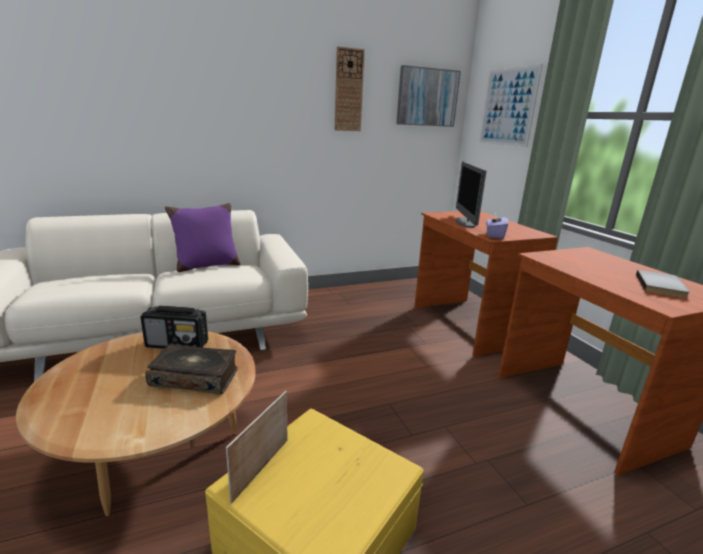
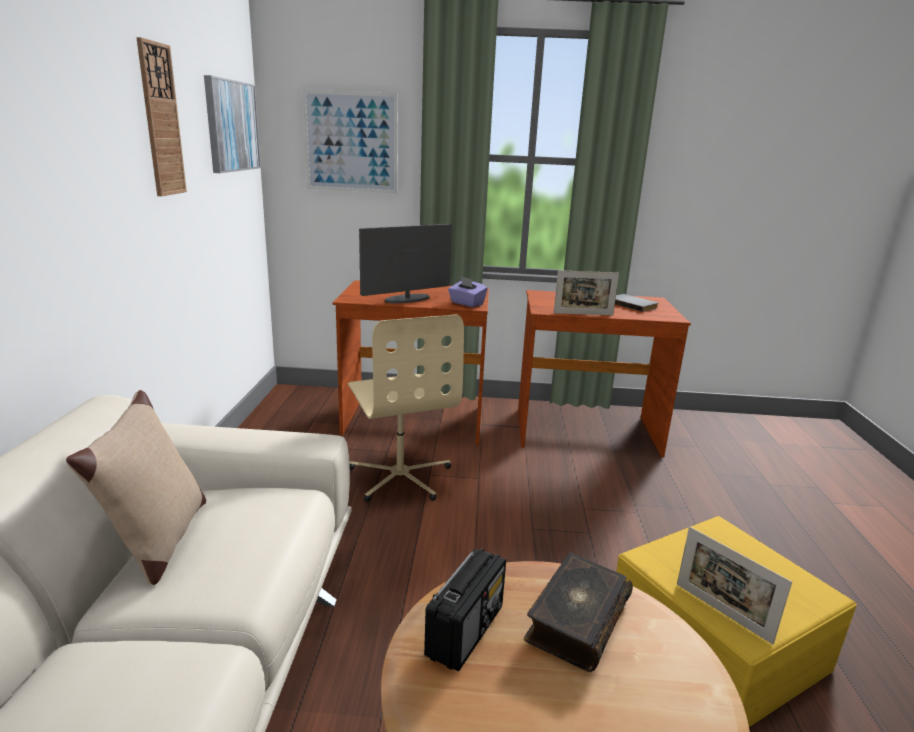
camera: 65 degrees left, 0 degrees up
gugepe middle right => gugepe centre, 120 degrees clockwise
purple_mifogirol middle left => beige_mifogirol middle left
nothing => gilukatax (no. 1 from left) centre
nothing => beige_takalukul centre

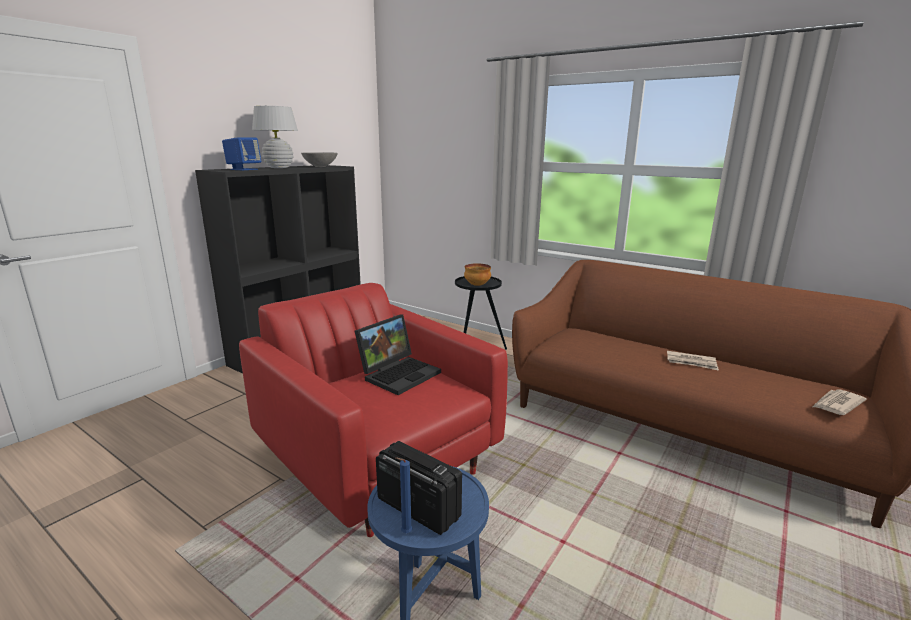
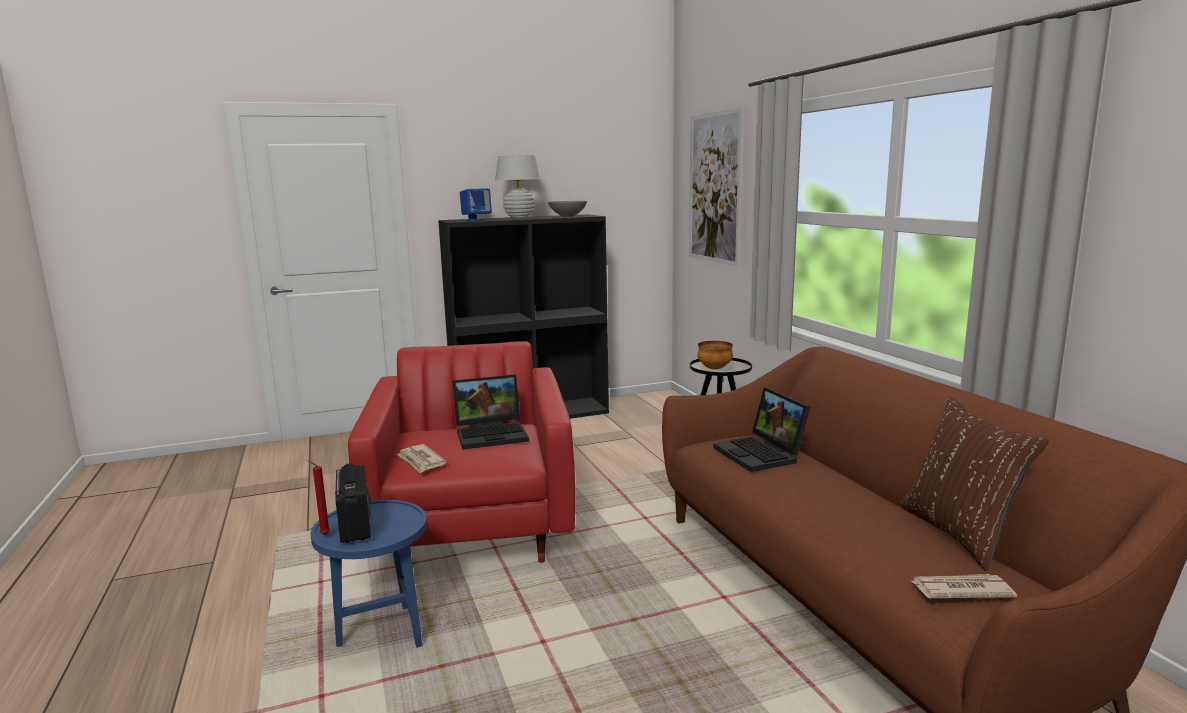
camera: 35 degrees right, 5 degrees down
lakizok (no. 1 from left) middle right => lakizok (no. 1 from left) centre, shifted
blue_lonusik bottom centre => red_lonusik bottom left
nothing => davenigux top centre
nothing => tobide (no. 2 from left) centre
nothing => brown_mifogirol bottom right

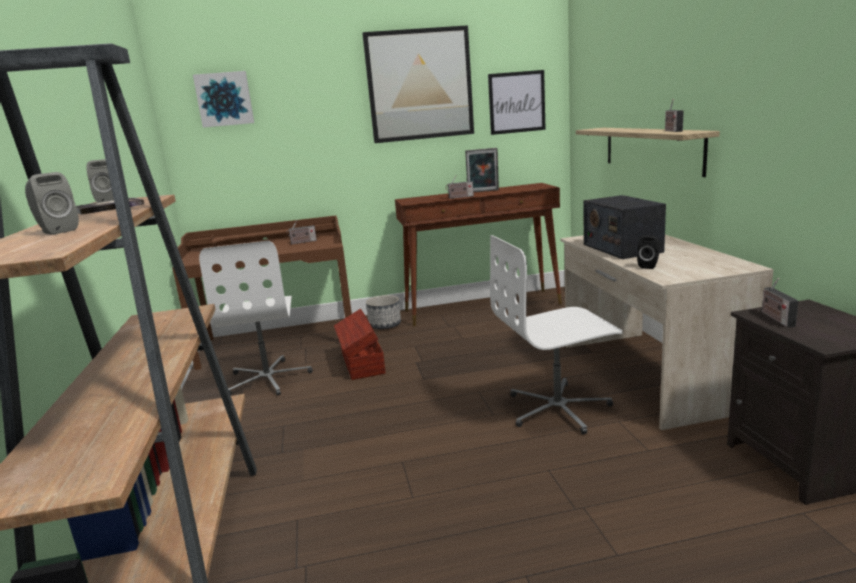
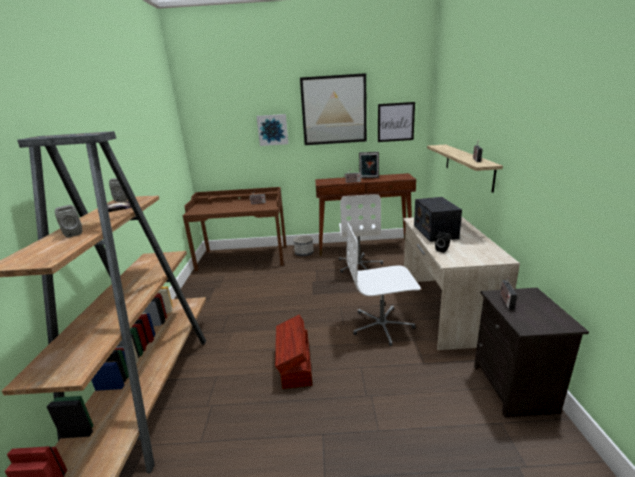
camera: 10 degrees right, 5 degrees up
davenigux (no. 1 from left) top left => davenigux (no. 1 from left) top centre, shifted
white_takalukul (no. 1 from left) middle left => white_takalukul (no. 1 from left) centre, shifted
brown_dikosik centre => brown_dikosik bottom centre, shifted

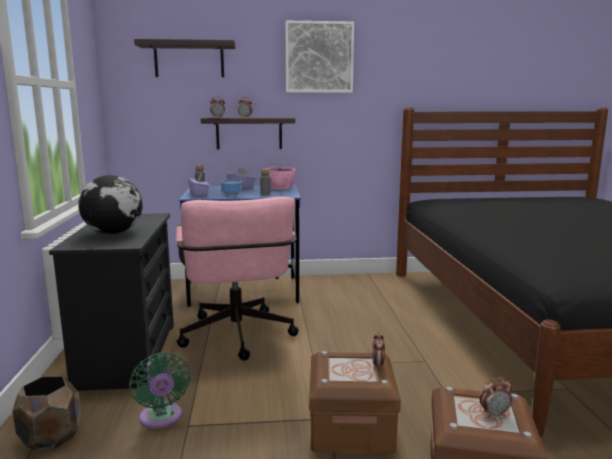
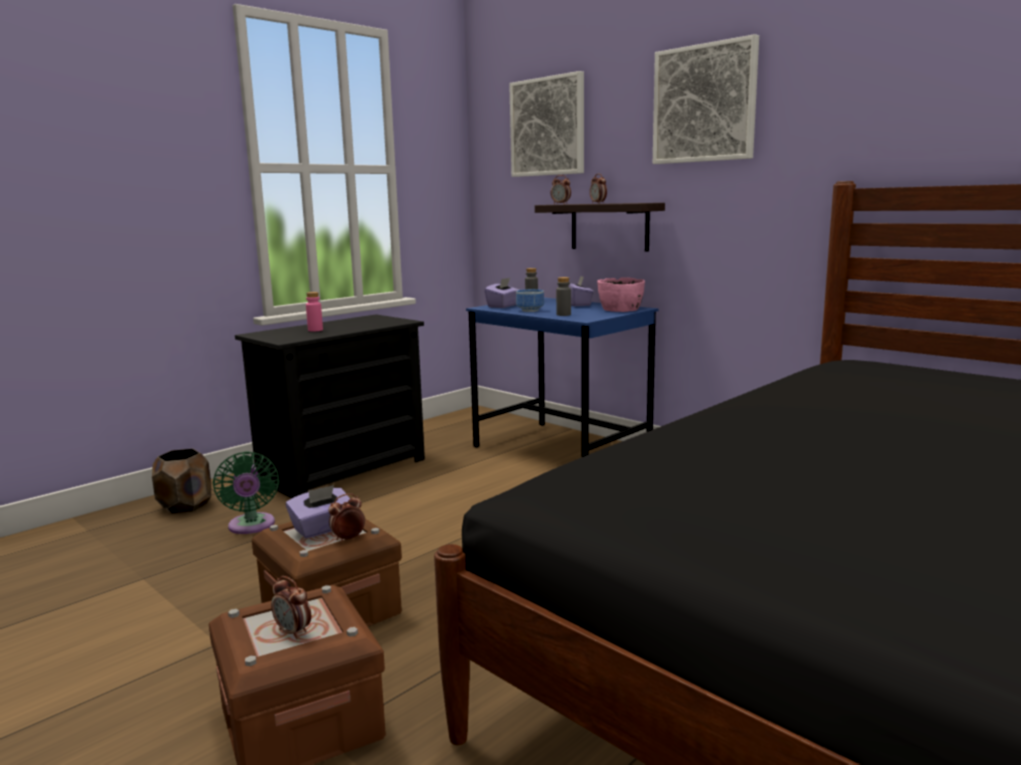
camera: 50 degrees right, 0 degrees up
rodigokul (no. 1 from left) top left => davenigux (no. 1 from left) top centre
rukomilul middle left => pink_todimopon middle left
pink_takalukul centre => nothing
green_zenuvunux bottom left => green_zenuvunux middle left, 45 degrees counterclockwise
nothing => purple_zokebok (no. 1 from left) bottom left

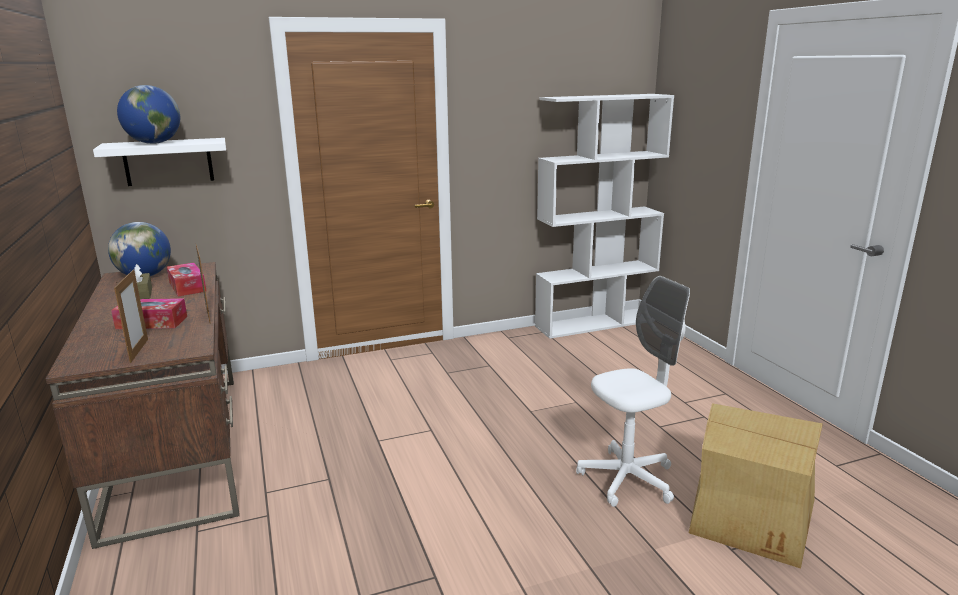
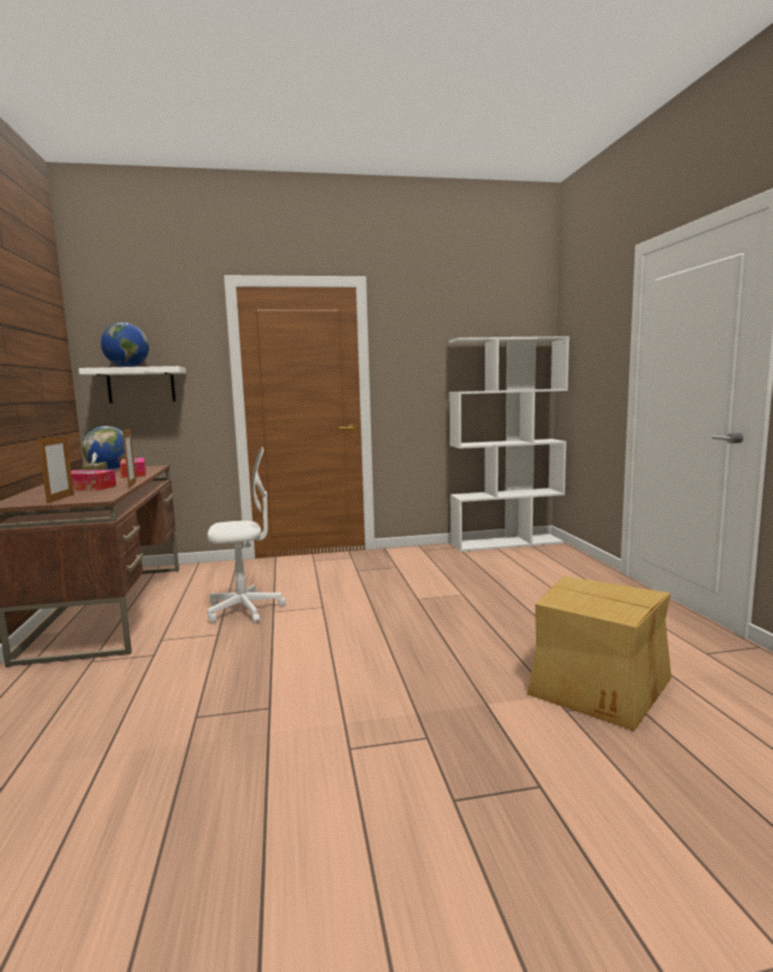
camera: 10 degrees right, 10 degrees down
white_takalukul centre => white_takalukul middle left, shifted

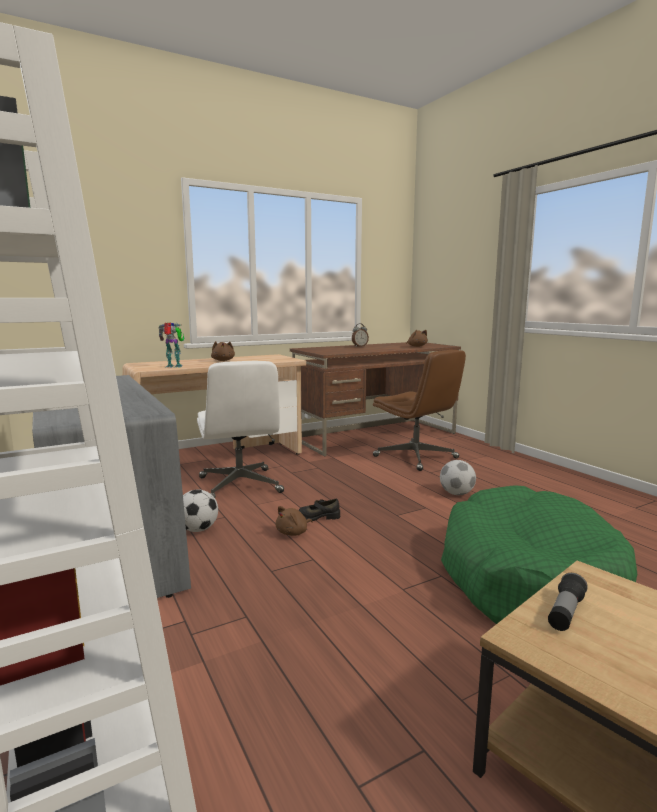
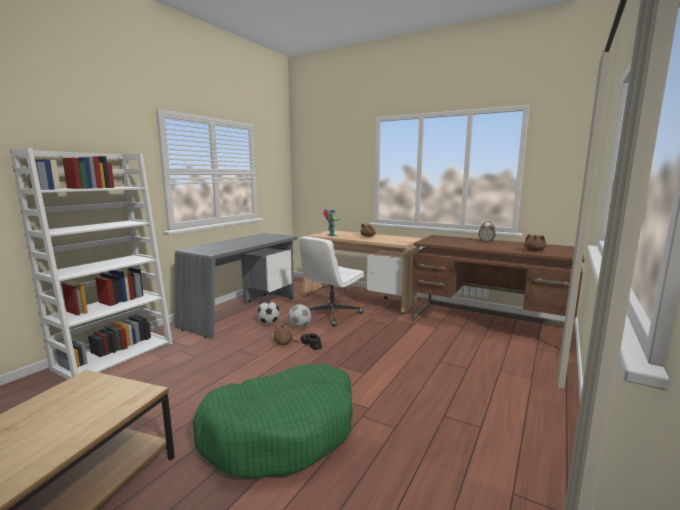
camera: 60 degrees right, 0 degrees up
brown_takalukul centre => nothing
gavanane (no. 2 from left) middle right => gavanane (no. 2 from left) centre, shifted
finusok bottom right => nothing

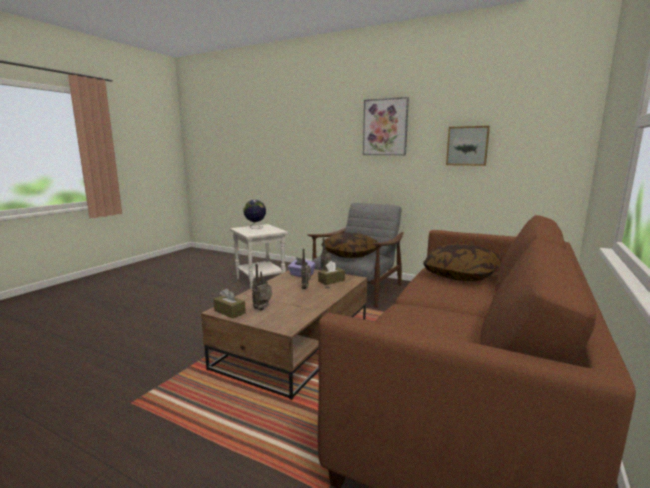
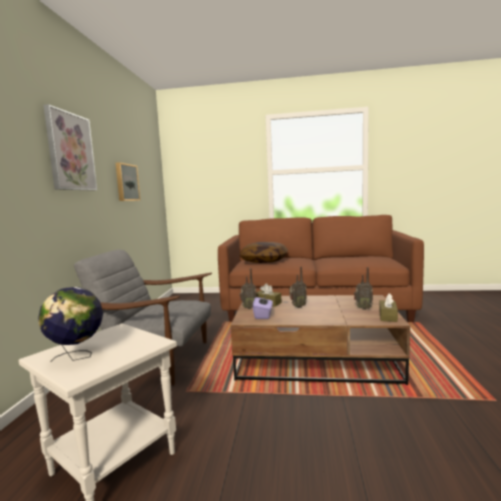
camera: 110 degrees left, 5 degrees down
mifogirol (no. 1 from left) centre => nothing

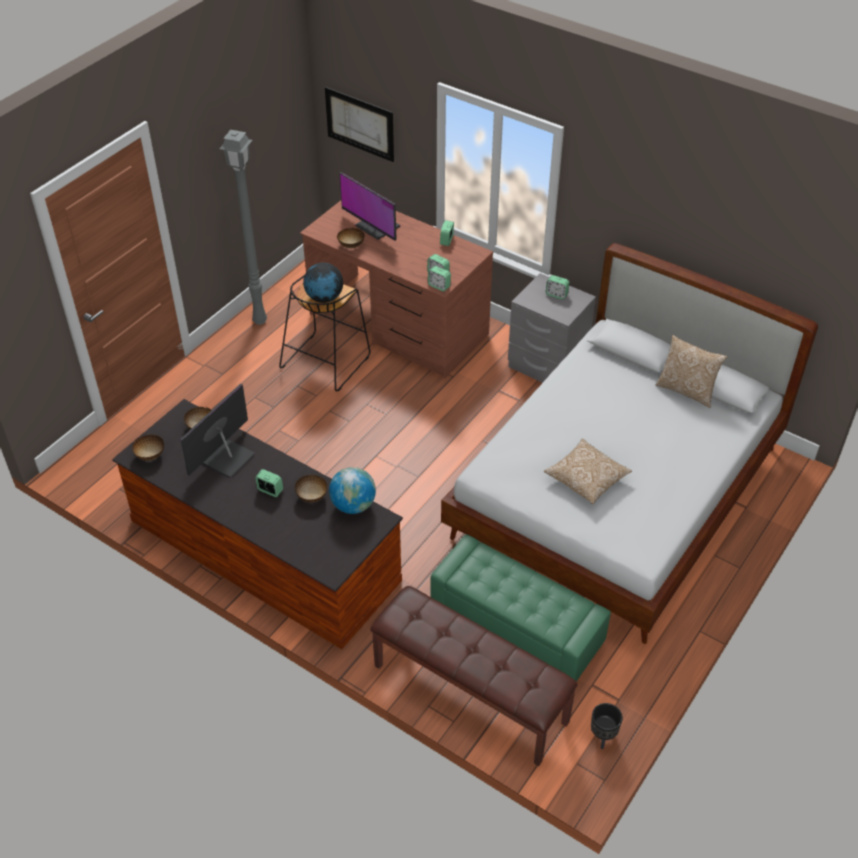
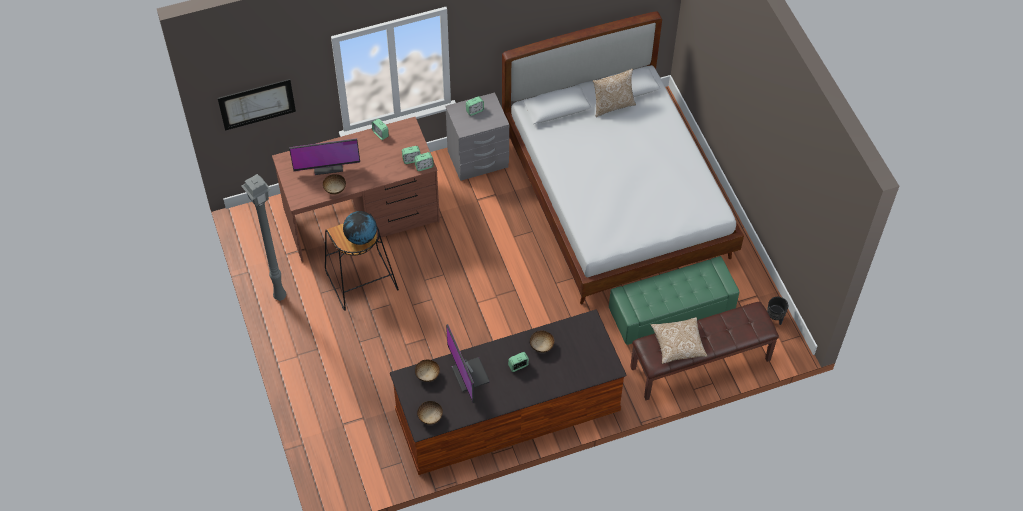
camera: 55 degrees left, 10 degrees up
mifogirol (no. 1 from left in the first image) middle right => mifogirol (no. 2 from left) centre, shifted
rukomilul (no. 2 from left) centre => nothing

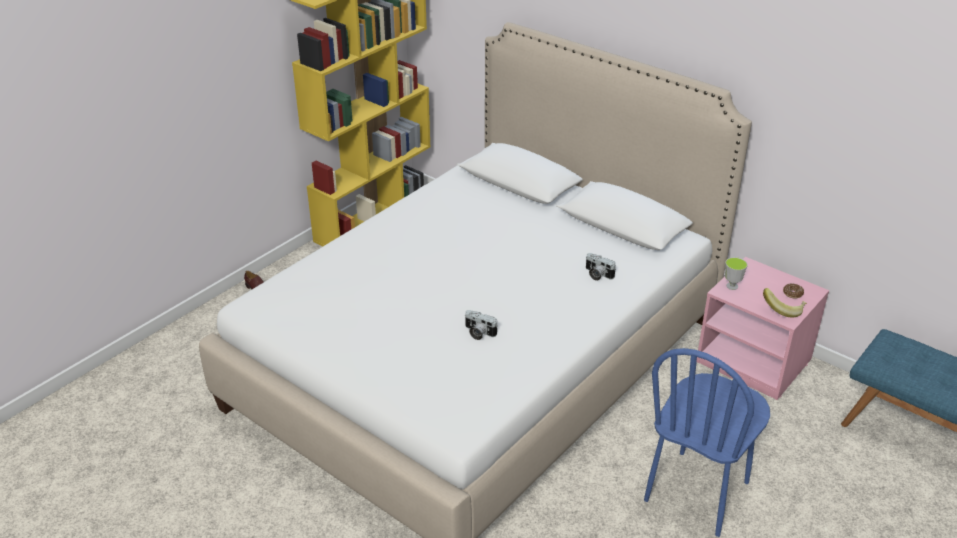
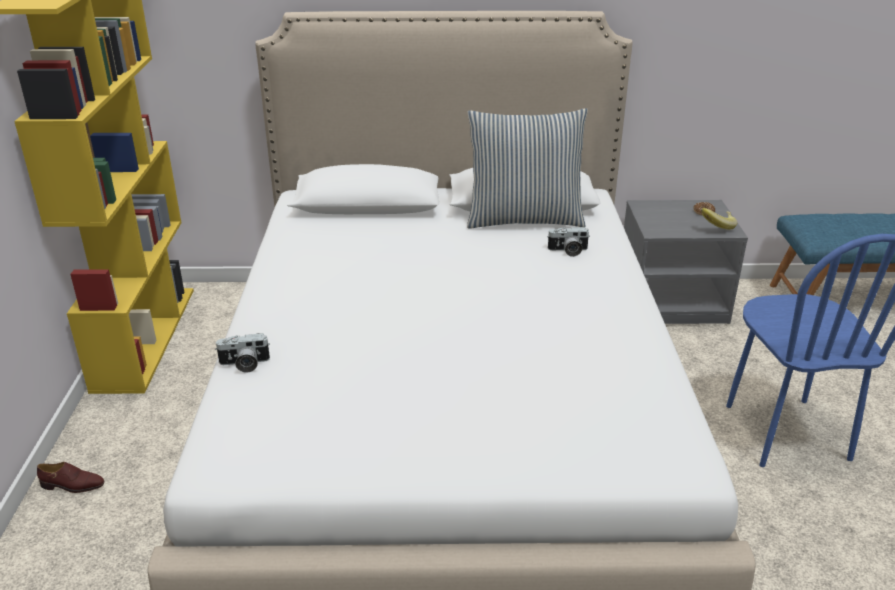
camera: 40 degrees left, 5 degrees down
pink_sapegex middle right => grey_sapegex middle right
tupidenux middle right => nothing
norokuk (no. 1 from left) centre => norokuk (no. 1 from left) middle left, shifted
nothing => mifogirol top centre

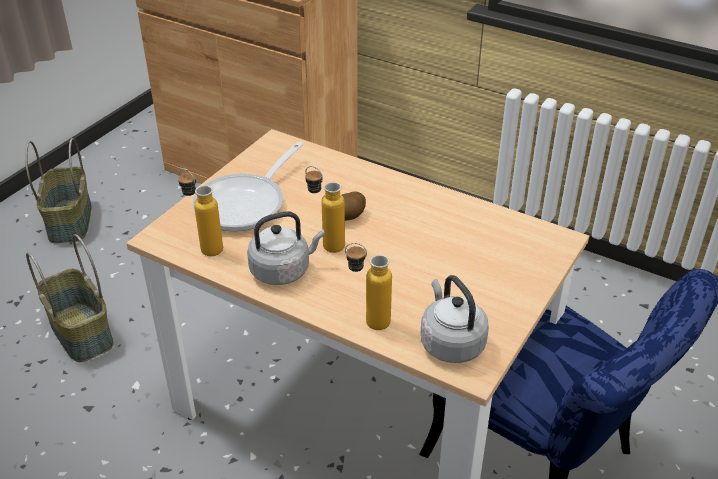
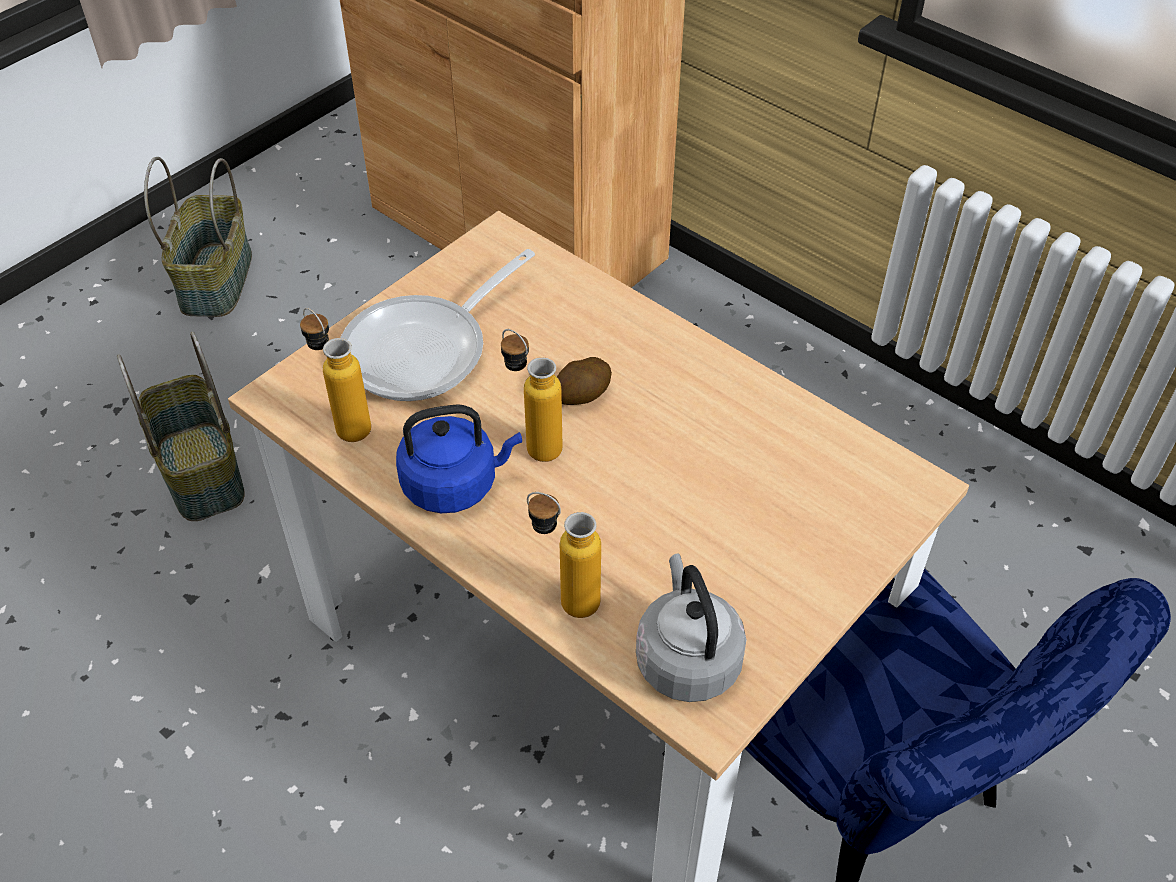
camera: 10 degrees right, 10 degrees up
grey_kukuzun (no. 1 from left) centre => blue_kukuzun centre

